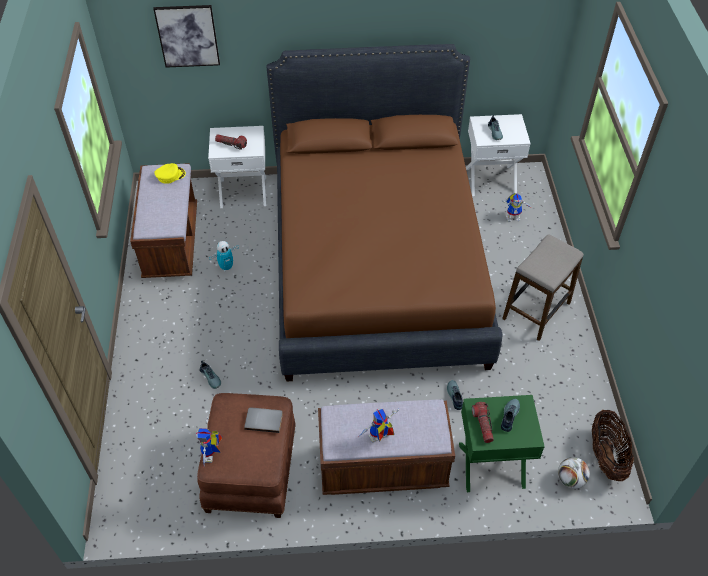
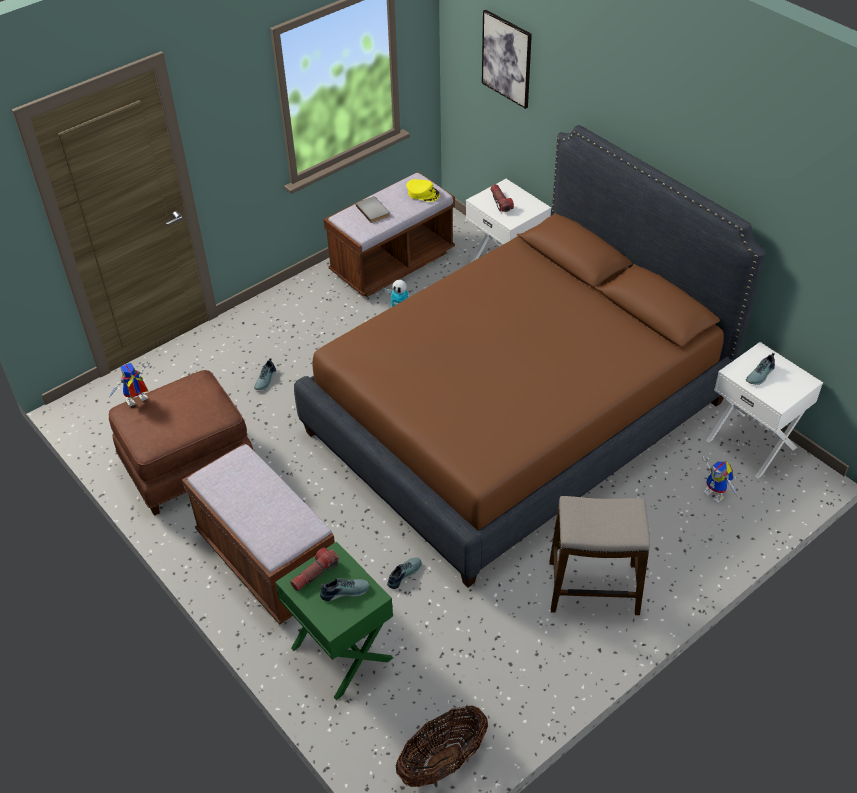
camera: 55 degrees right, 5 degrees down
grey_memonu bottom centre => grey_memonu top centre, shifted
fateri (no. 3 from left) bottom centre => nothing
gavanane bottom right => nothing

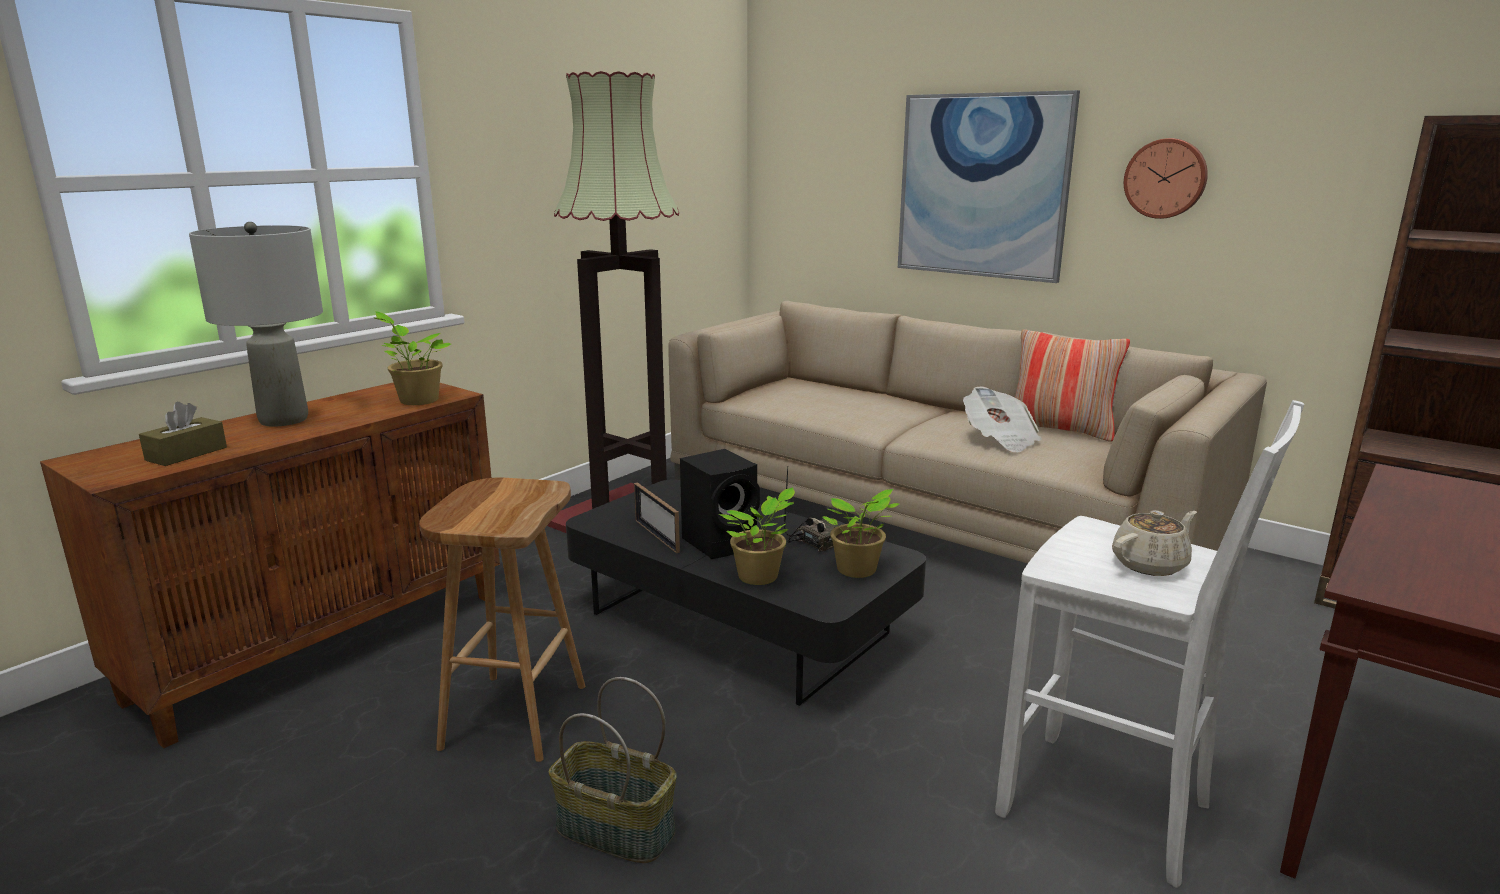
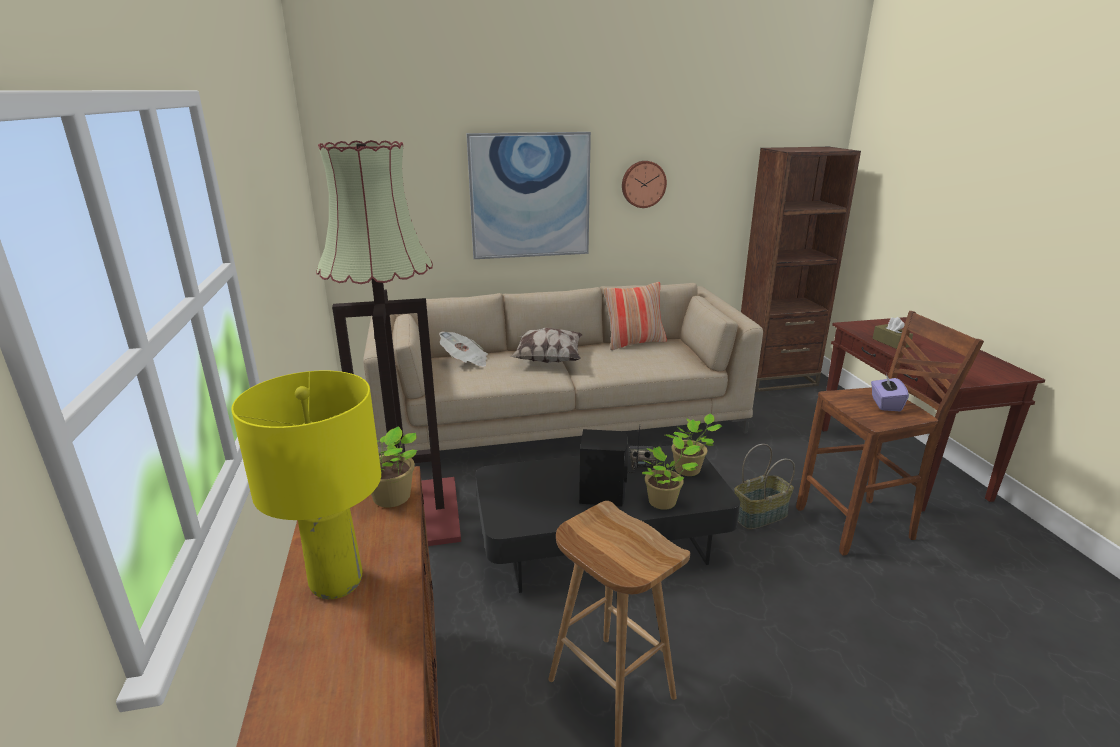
camera: 50 degrees left, 5 degrees up
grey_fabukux middle left => yellow_fabukux middle left
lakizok middle right => lakizok centre, shifted
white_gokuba bottom right => brown_gokuba (no. 2 from left) middle right
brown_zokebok middle left => brown_zokebok middle right, shifted
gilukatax centre => nothing
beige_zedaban middle right => purple_zokebok middle right
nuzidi bottom centre => nuzidi middle right, shifted
nothing => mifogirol (no. 1 from left) centre

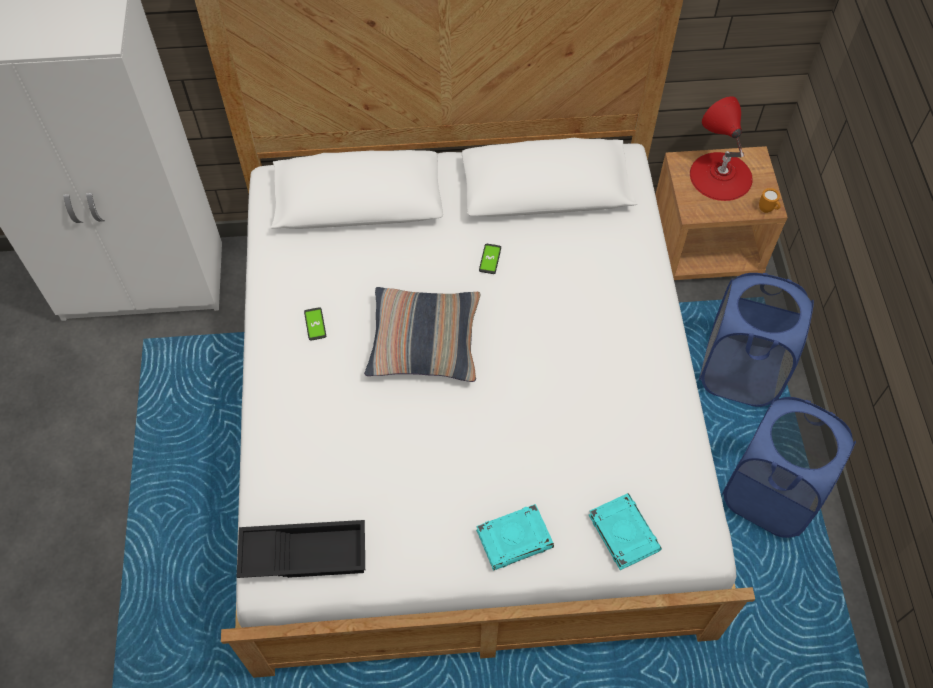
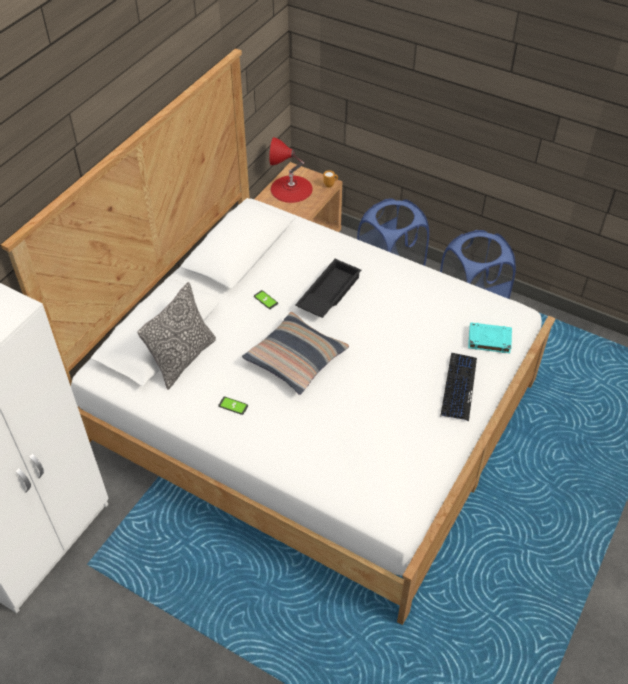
camera: 55 degrees left, 10 degrees down
turquoise_memonu (no. 1 from left) bottom centre => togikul middle right
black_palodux bottom left => black_palodux centre, shifted
nothing => mifogirol (no. 1 from left) middle left

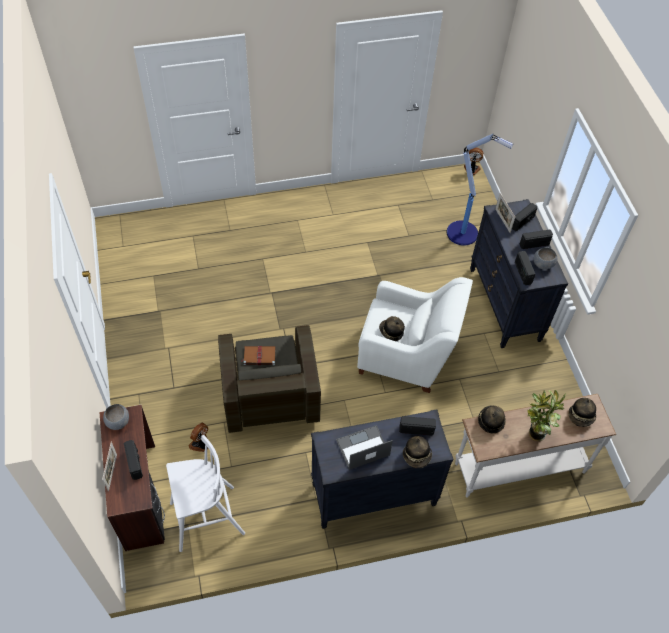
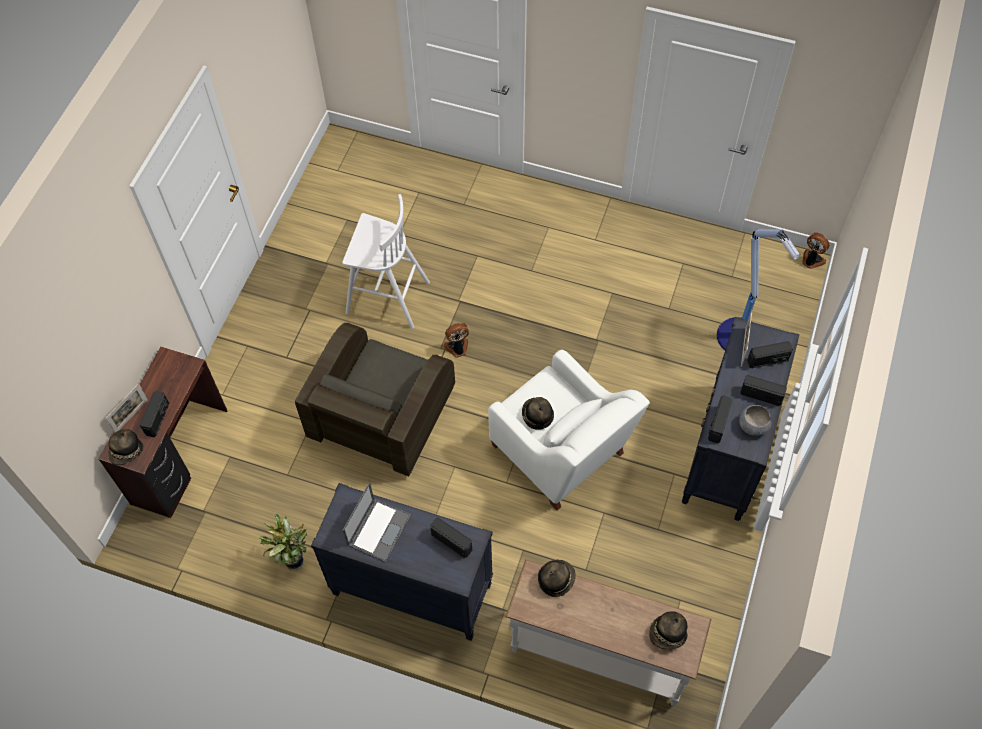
camera: 35 degrees right, 5 degrees up
brown_memonu centre => nothing
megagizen middle right => megagizen bottom left, shifted
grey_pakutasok (no. 1 from left) middle left => nothing
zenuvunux (no. 1 from left) bottom left => zenuvunux (no. 1 from left) centre, shifted
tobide bottom centre, 105 degrees clockwise
white_gokuba bottom left => white_gokuba centre, shifted
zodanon (no. 2 from left in the first image) bottom centre => zodanon (no. 1 from left) middle left, shifted

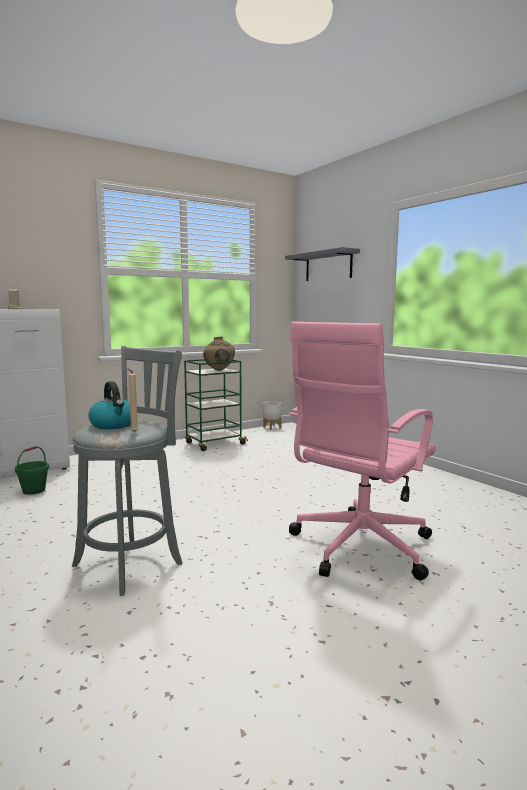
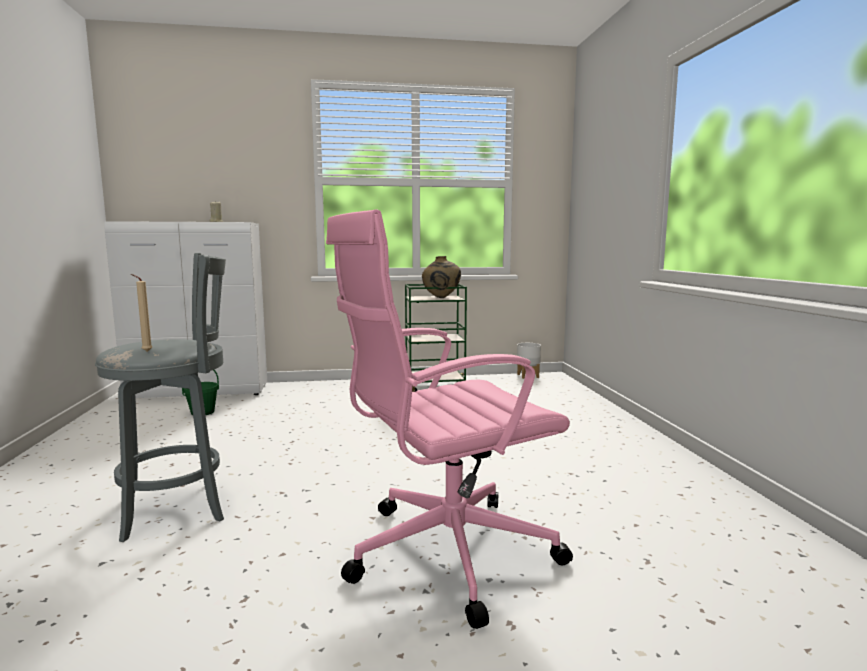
camera: 25 degrees right, 0 degrees up
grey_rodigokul centre => nothing
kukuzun middle left => nothing

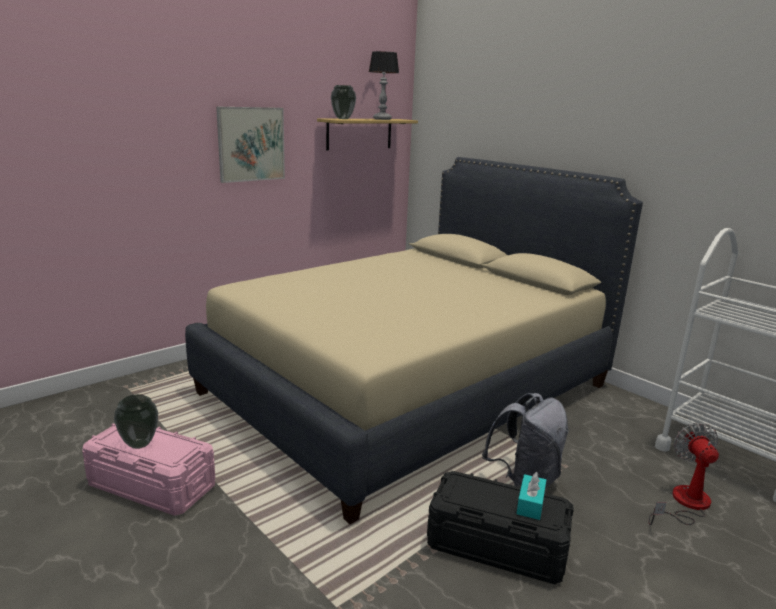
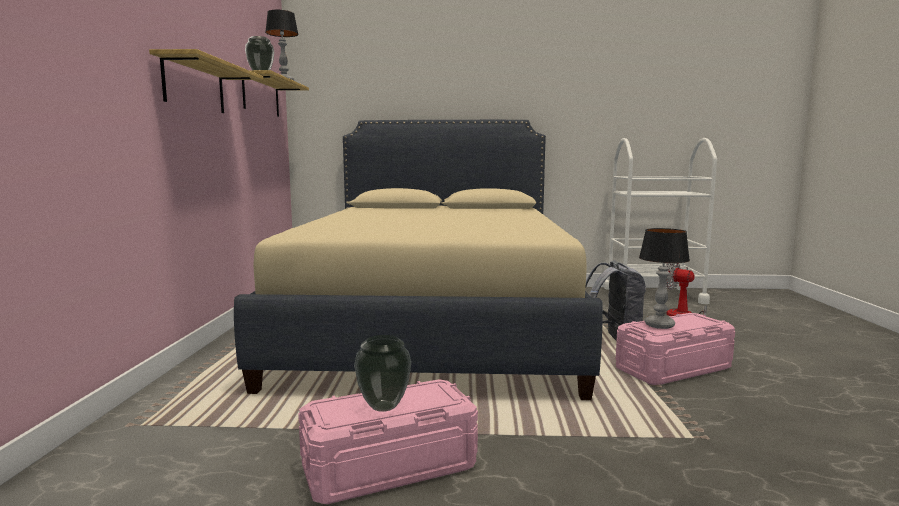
camera: 45 degrees left, 10 degrees down
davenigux top left => rodigokul (no. 1 from left) top left
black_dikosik bottom centre => pink_dikosik (no. 2 from left) bottom right
turquoise_zokebok bottom right => nothing
nothing => fabukux (no. 2 from left) middle right

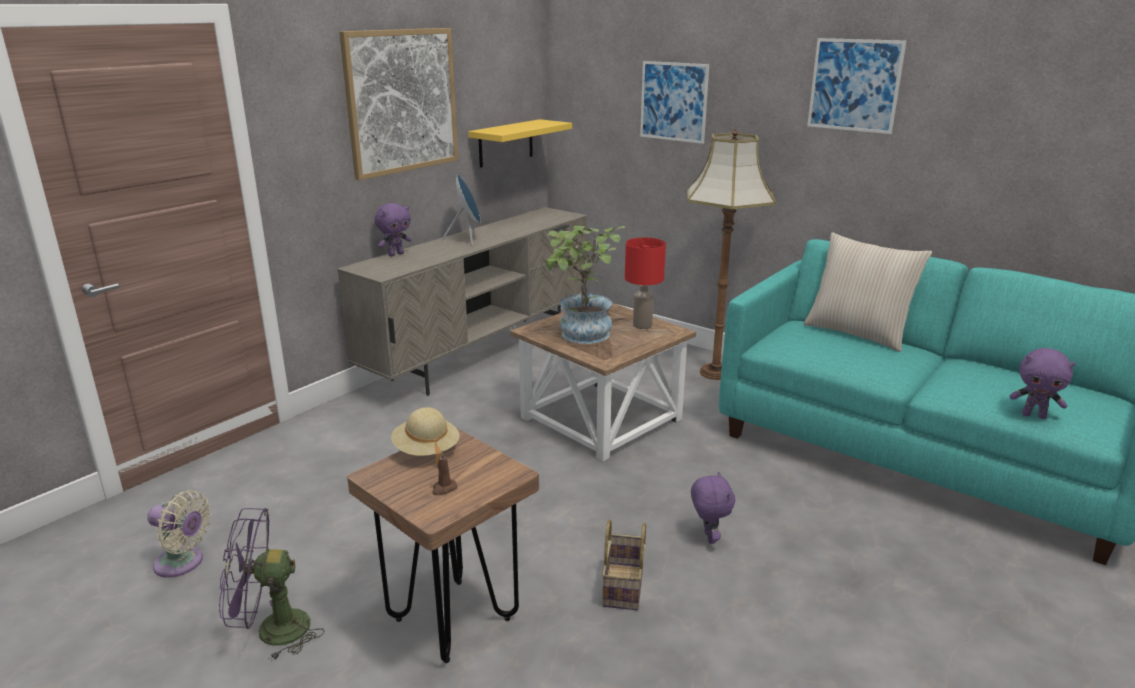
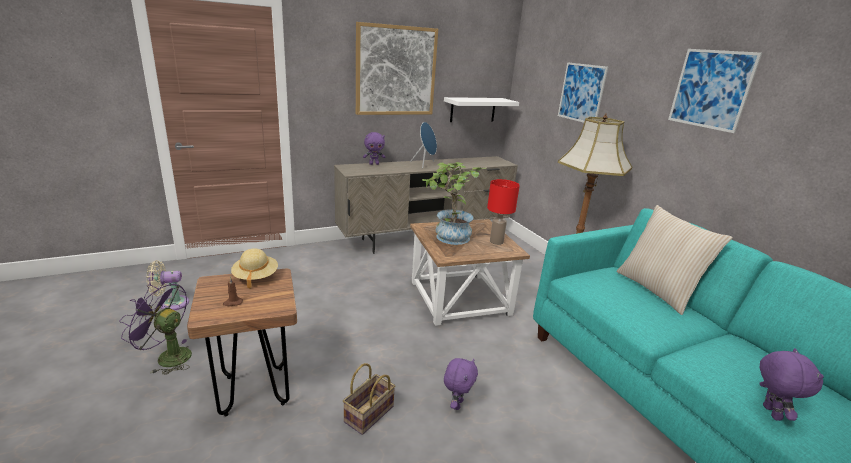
camera: 25 degrees right, 0 degrees up
yellow_rodigokul top centre => white_rodigokul top centre
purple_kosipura (no. 3 from left) middle right => purple_kosipura (no. 3 from left) bottom right, 135 degrees counterclockwise
beige_zenuvunux bottom left => beige_zenuvunux middle left, 120 degrees clockwise

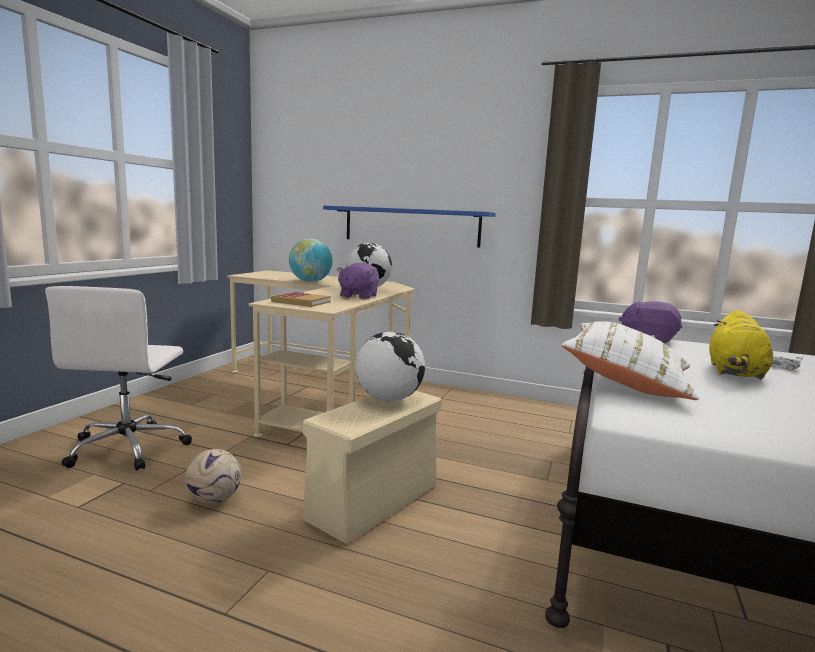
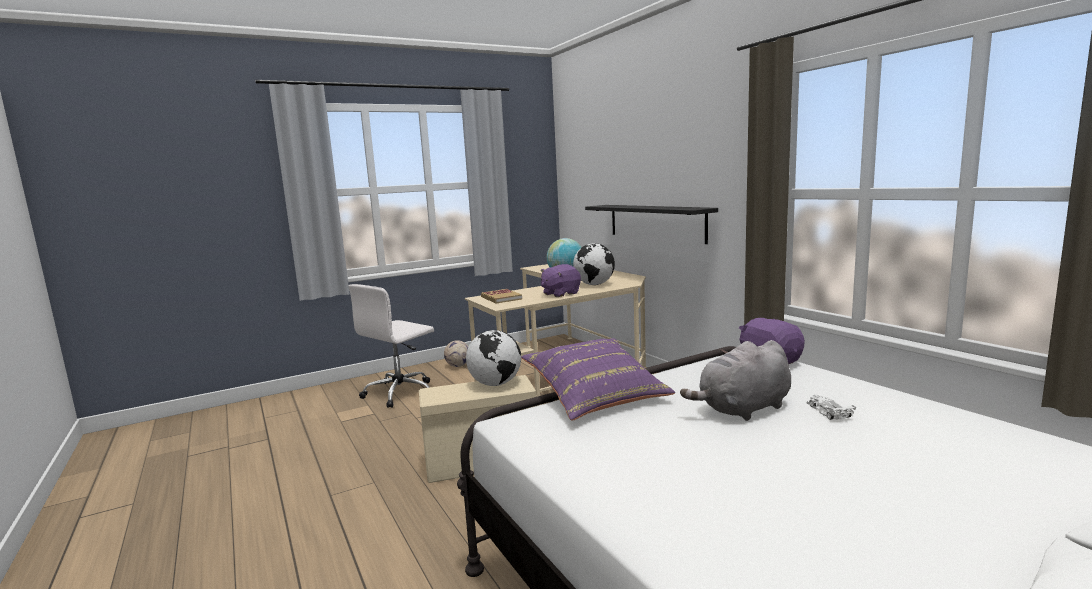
camera: 40 degrees right, 0 degrees up
blue_rodigokul centre => black_rodigokul centre
yellow_kosipura middle right => grey_kosipura middle right
white_mifogirol middle right => purple_mifogirol centre
gavanane bottom left => gavanane centre, shifted

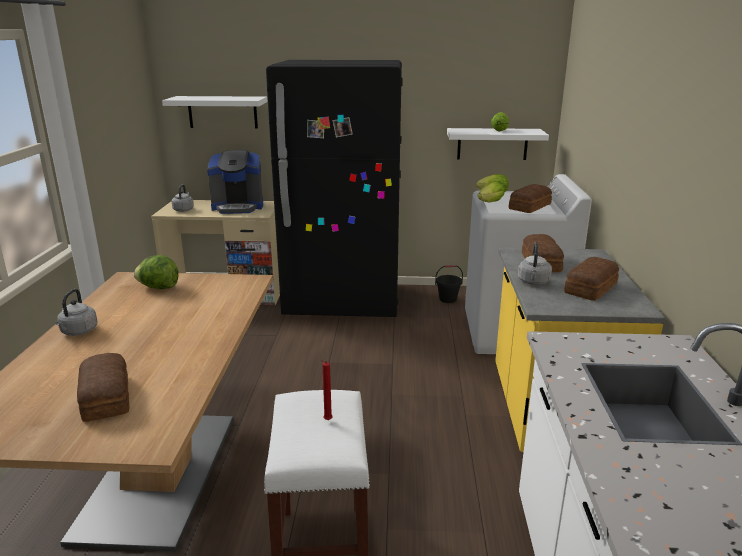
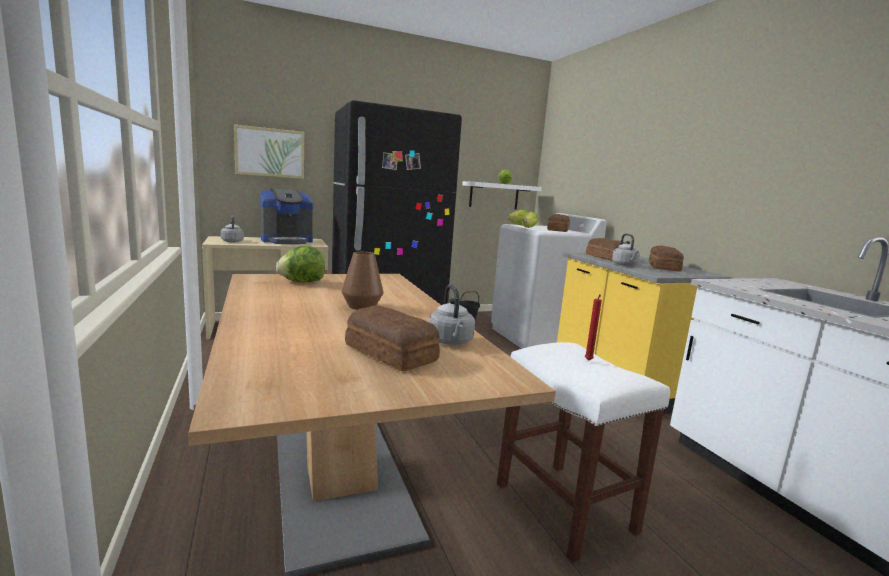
camera: 25 degrees left, 10 degrees down
white_rodigokul (no. 1 from left) top left => davenigux top left
grey_kukuzun (no. 1 from left in the first image) middle left => grey_kukuzun (no. 2 from left) centre, shifted
nothing => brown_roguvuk centre

